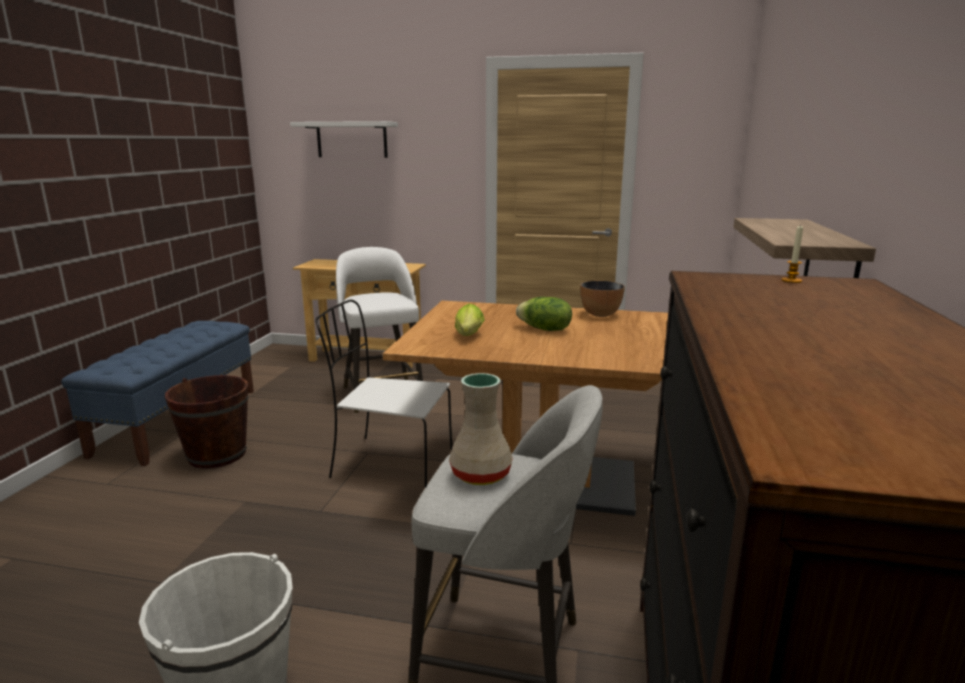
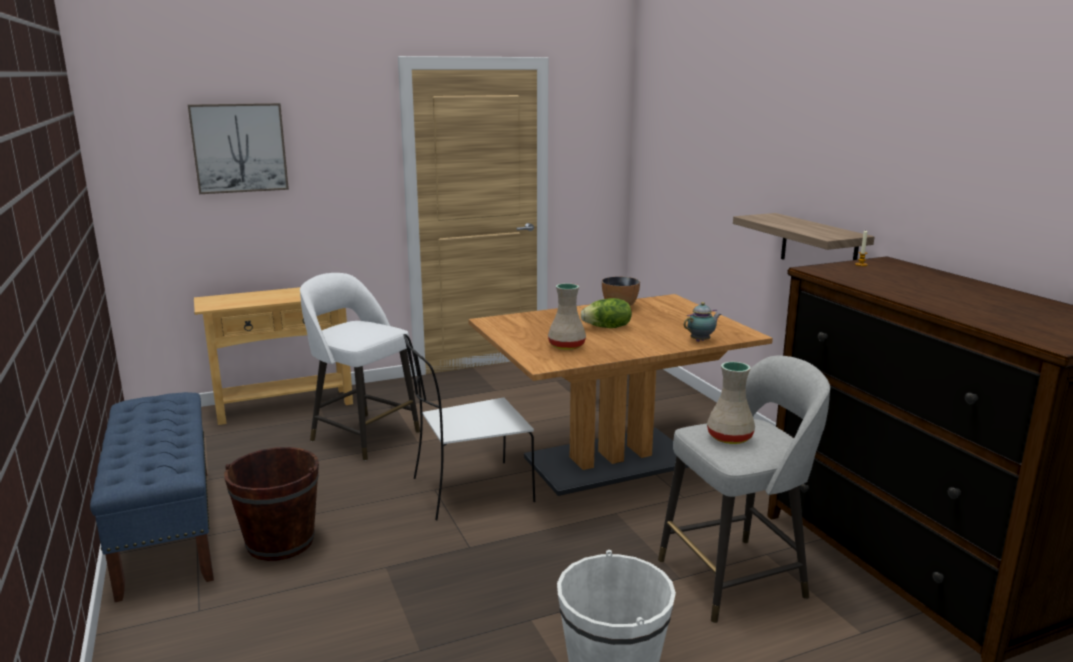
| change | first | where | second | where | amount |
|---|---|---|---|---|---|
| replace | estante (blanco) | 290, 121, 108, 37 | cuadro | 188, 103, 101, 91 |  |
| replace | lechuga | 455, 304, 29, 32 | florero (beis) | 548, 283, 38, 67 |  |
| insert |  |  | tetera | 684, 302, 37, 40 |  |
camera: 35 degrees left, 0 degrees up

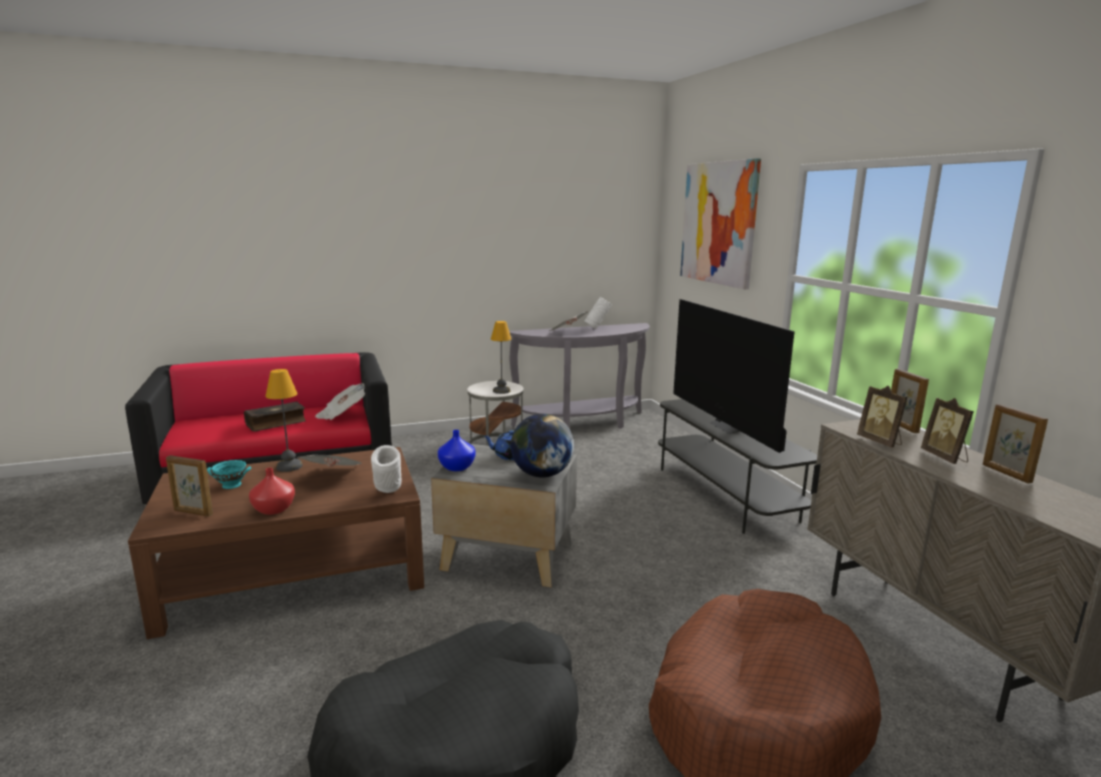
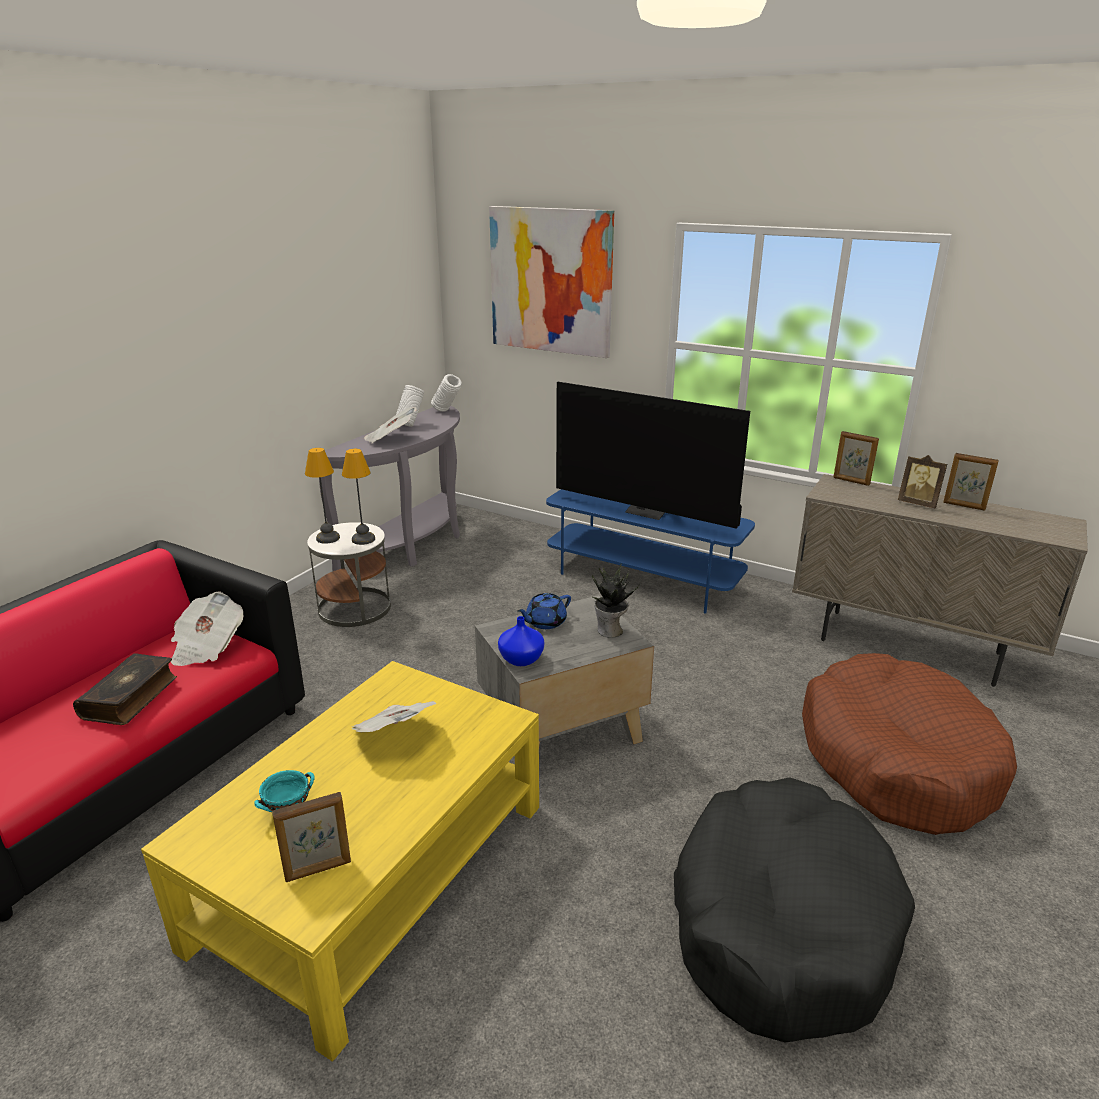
| change | first | where | second | where | amount |
|---|---|---|---|---|---|
| recolor | mesa de centro (marrón) | 128, 447, 296, 192 | mesa de centro (amarillo) | 141, 661, 398, 401 |  |
| delete | florero (rojo) | 249, 468, 46, 47 |  |  |  |
| move | lámpara de mesa | 266, 369, 37, 103 |  | 305, 448, 35, 96 |  |
| move | florero (blanco) | 371, 445, 31, 48 |  | 431, 374, 31, 38 |  |
| replace | globo terráqueo | 511, 414, 63, 63 | planta en maceta | 591, 565, 49, 73 |  |
| recolor | mueble de televisión (gris) | 658, 399, 159, 135 | mueble de televisión (azul) | 546, 489, 209, 124 |  |
| delete | portarretratos | 857, 386, 51, 62 |  |  |  |
camera: 40 degrees left, 10 degrees up

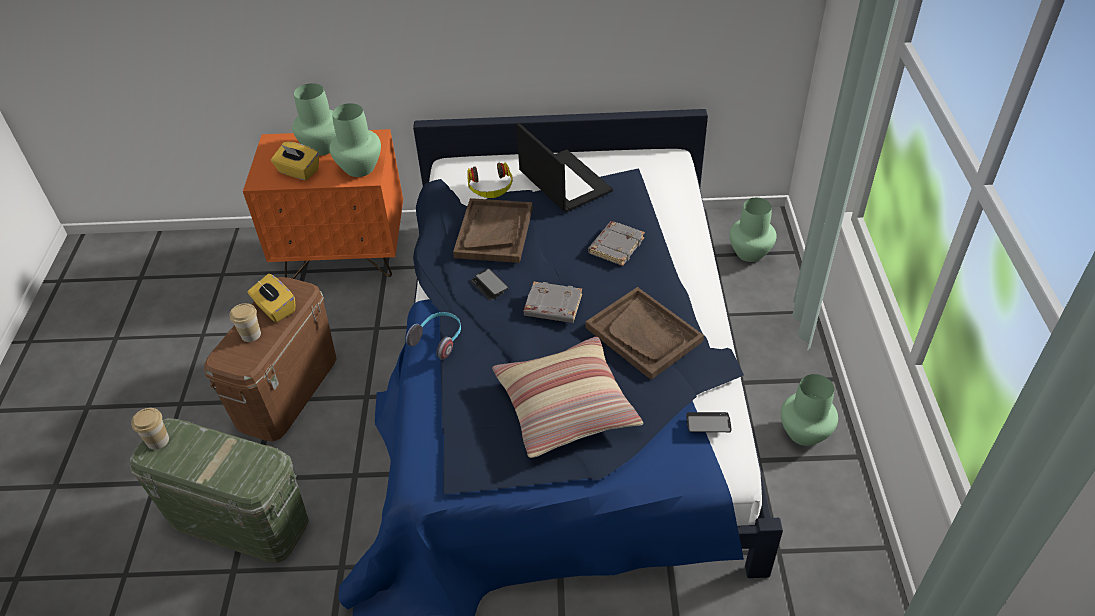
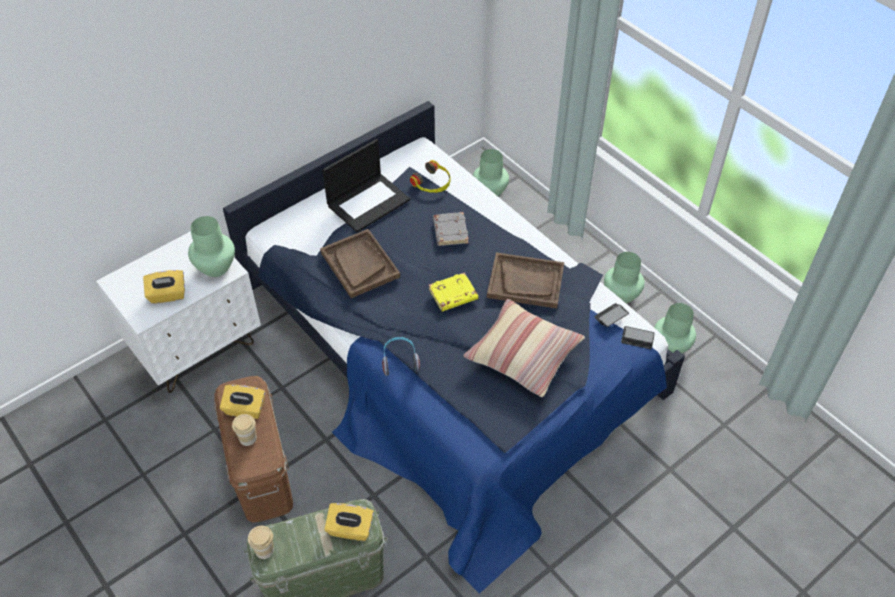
| change | first | where | second | where | amount |
|---|---|---|---|---|---|
| recolor | mesita de noche (naranja) | 243, 129, 160, 150 | mesita de noche (blanco) | 96, 231, 165, 162 |  |
| move | florero (verde) | 292, 83, 44, 72 |  | 654, 303, 42, 50 |  |
| move | auriculares | 467, 163, 46, 35 |  | 410, 160, 41, 33 |  |
| move | móvil | 470, 268, 39, 32 |  | 621, 326, 34, 23 |  |
| rotate | portátil | 516, 123, 97, 89 |  | 323, 139, 87, 93 | 120 degrees clockwise |
| recolor | libro (gris) | 524, 282, 58, 41 | libro (amarillo) | 429, 272, 49, 39 |  |
| insert |  |  | caja de pañuelos (amarillo) | 324, 503, 50, 38 |  |
camera: 40 degrees left, 5 degrees up

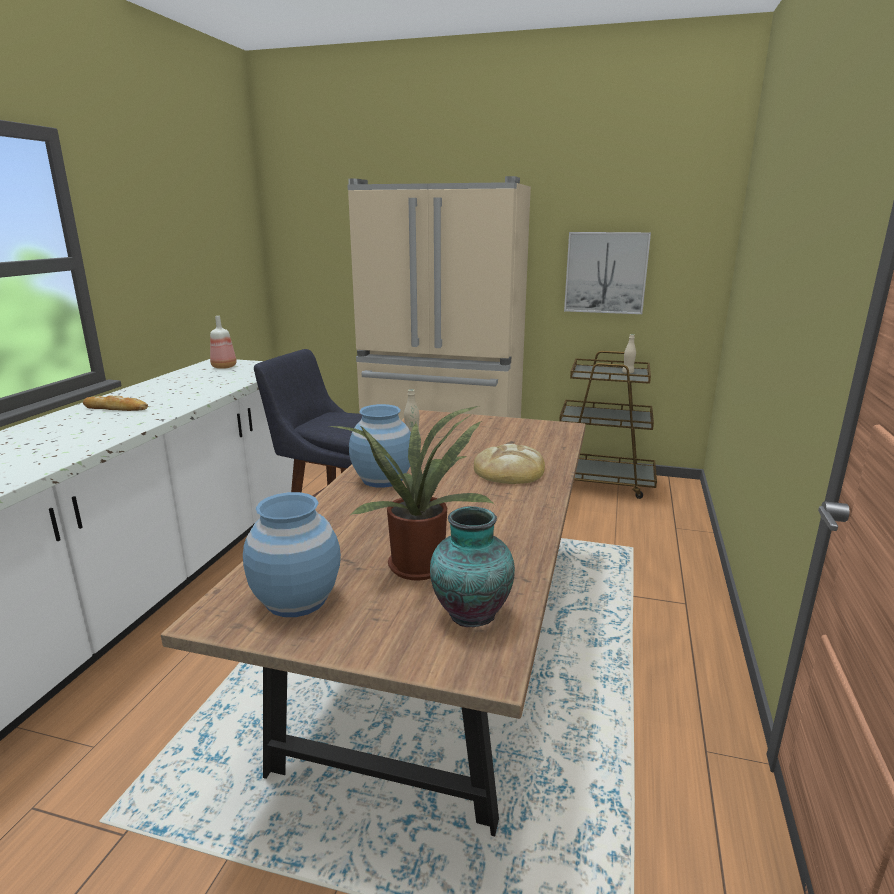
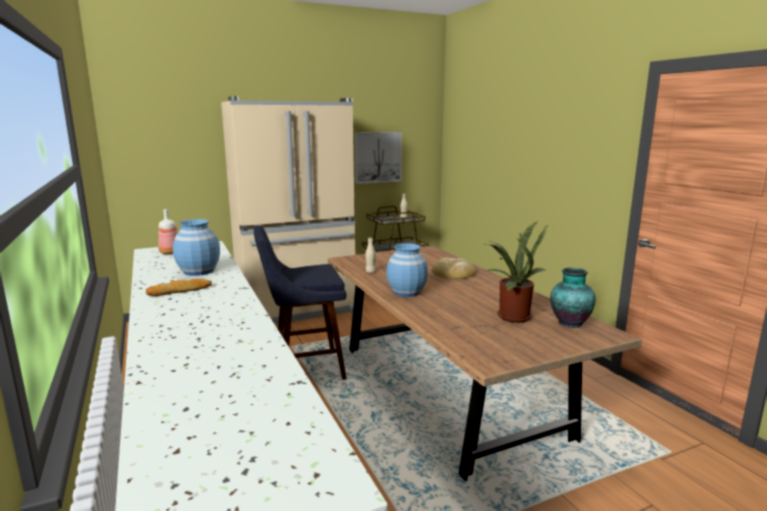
| change | first | where | second | where | amount |
|---|---|---|---|---|---|
| move | florero (azul) | 243, 492, 98, 125 |  | 173, 219, 47, 57 |  |
camera: 40 degrees left, 5 degrees down

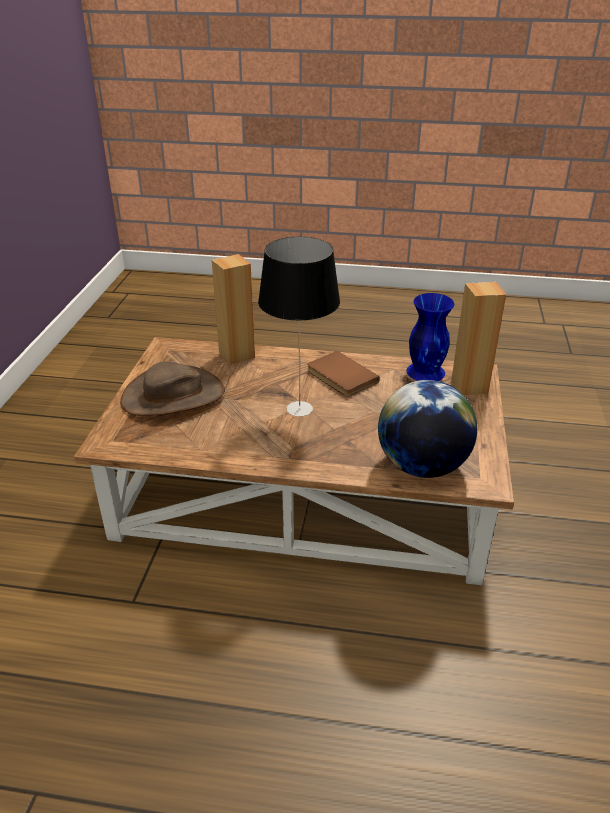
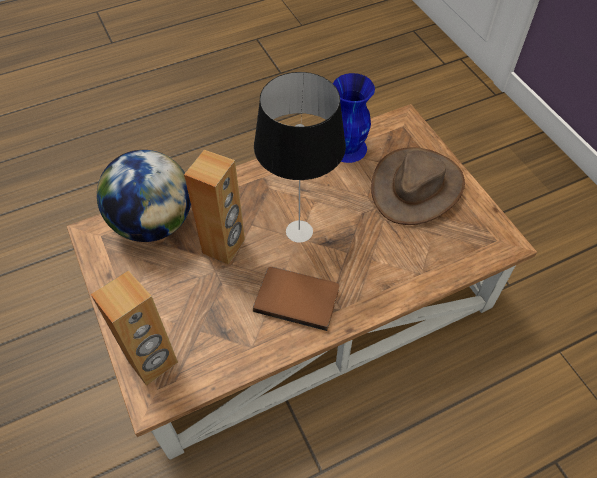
| change | first | where | second | where | amount |
|---|---|---|---|---|---|
| move | altavoz (marrón) | 212, 254, 43, 111 |  | 184, 150, 61, 115 |  |
| move | florero (azul) | 406, 293, 48, 88 |  | 333, 73, 42, 90 |  |
camera: 145 degrees right, 20 degrees up

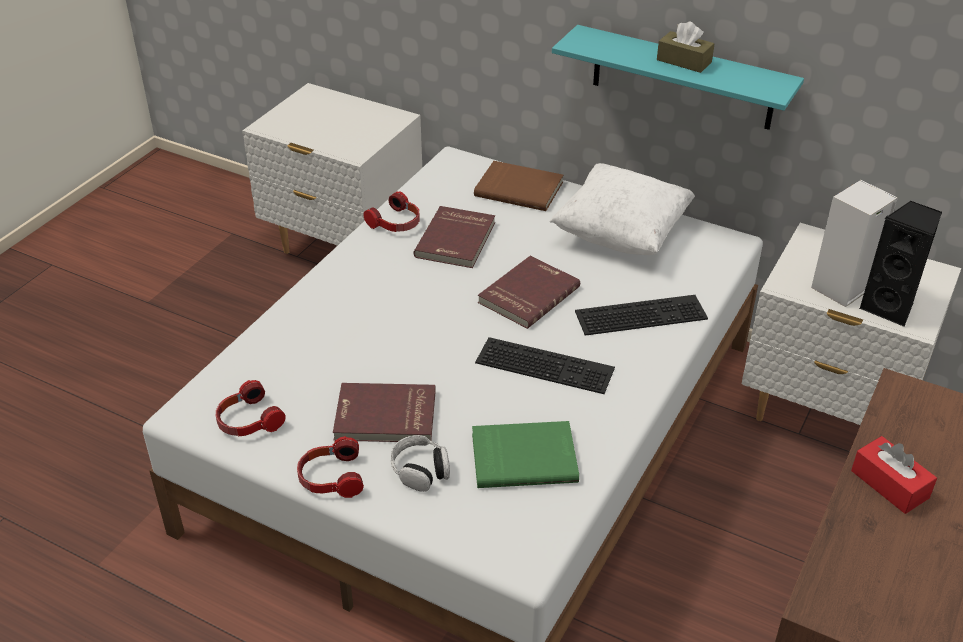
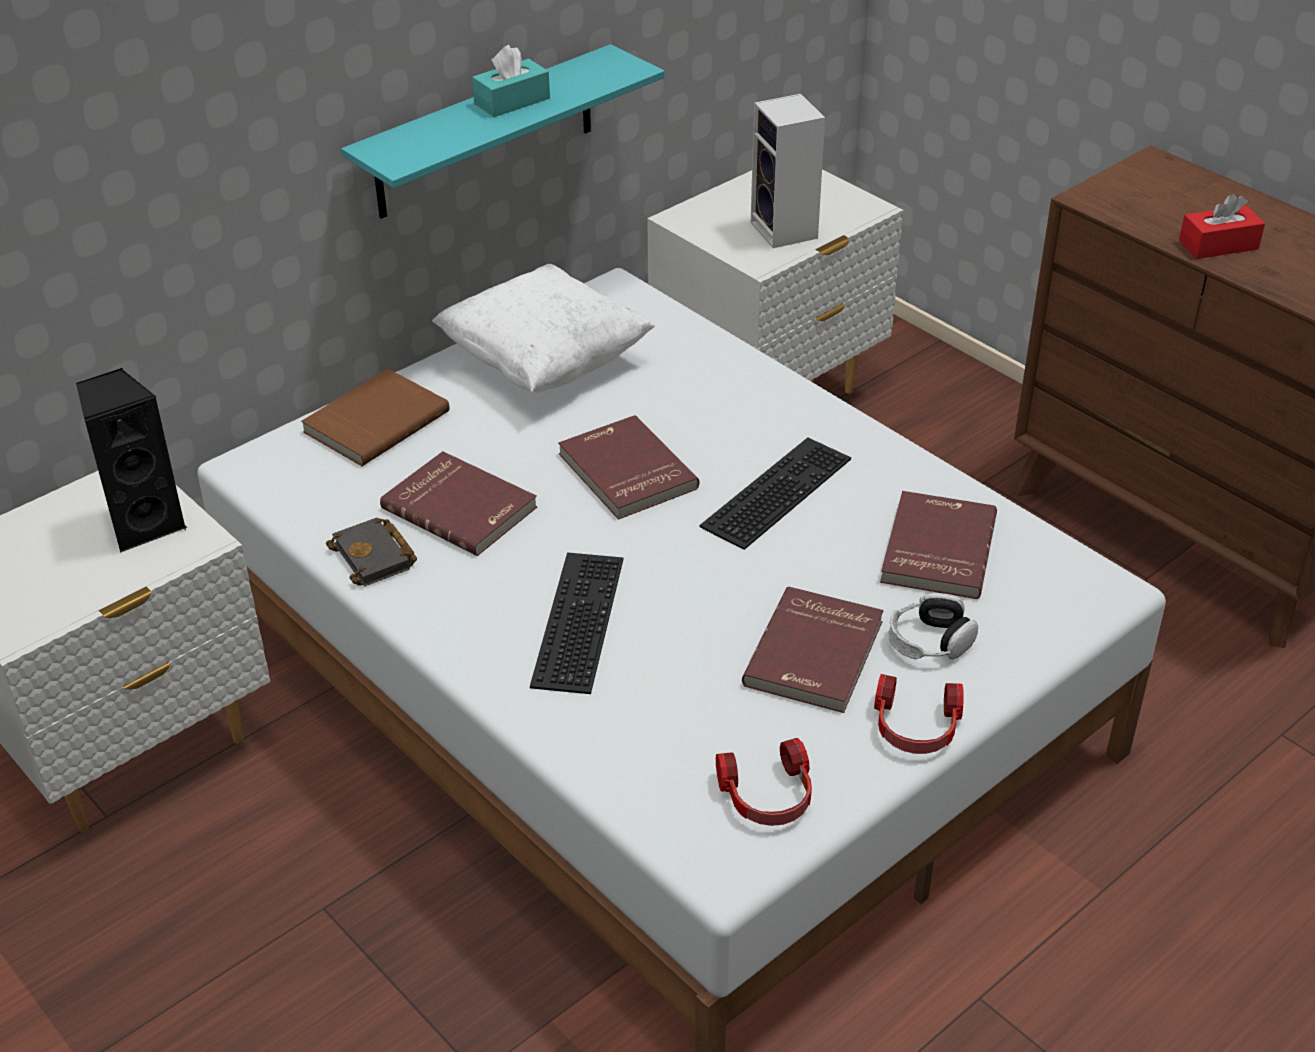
| change | first | where | second | where | amount |
|---|---|---|---|---|---|
| replace | auriculares | 363, 191, 57, 41 | libro (negro) | 326, 518, 91, 69 |  |
| recolor | libro (verde) | 472, 421, 107, 67 | libro (rojo) | 880, 491, 117, 108 |  |
| move | teclado | 575, 295, 133, 41 |  | 530, 552, 93, 142 |  |
| recolor | caja de pañuelos (marrón) | 657, 21, 57, 52 | caja de pañuelos (turquesa) | 472, 45, 78, 72 |  |
| move | altavoz (negro) | 859, 201, 83, 126 |  | 76, 368, 111, 185 |  |
camera: 70 degrees left, 0 degrees up

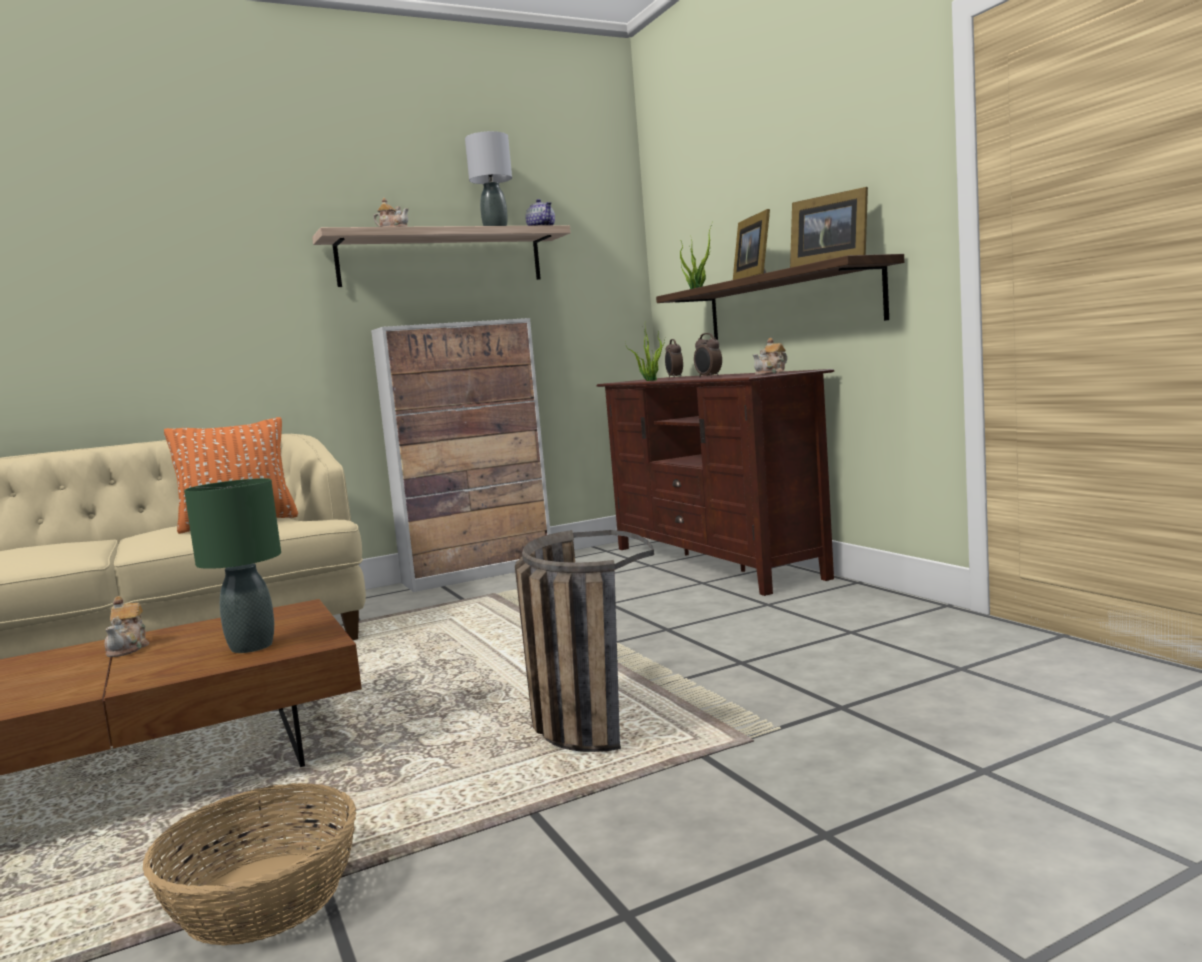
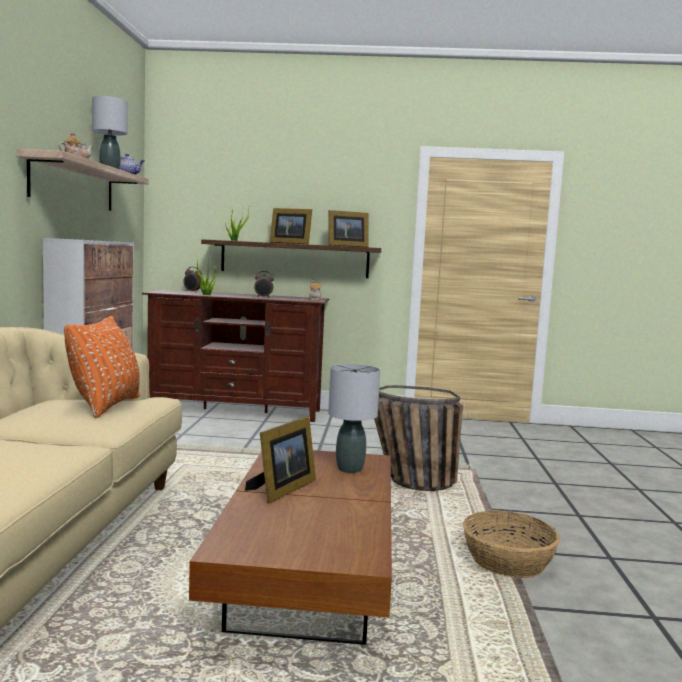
| change | first | where | second | where | amount |
|---|---|---|---|---|---|
| replace | tetera | 104, 596, 46, 61 | portarretratos | 245, 416, 71, 87 |  |
| recolor | lámpara de mesa (verde) | 184, 478, 97, 175 | lámpara de mesa (gris) | 328, 364, 52, 109 |  |
camera: 60 degrees left, 0 degrees up

